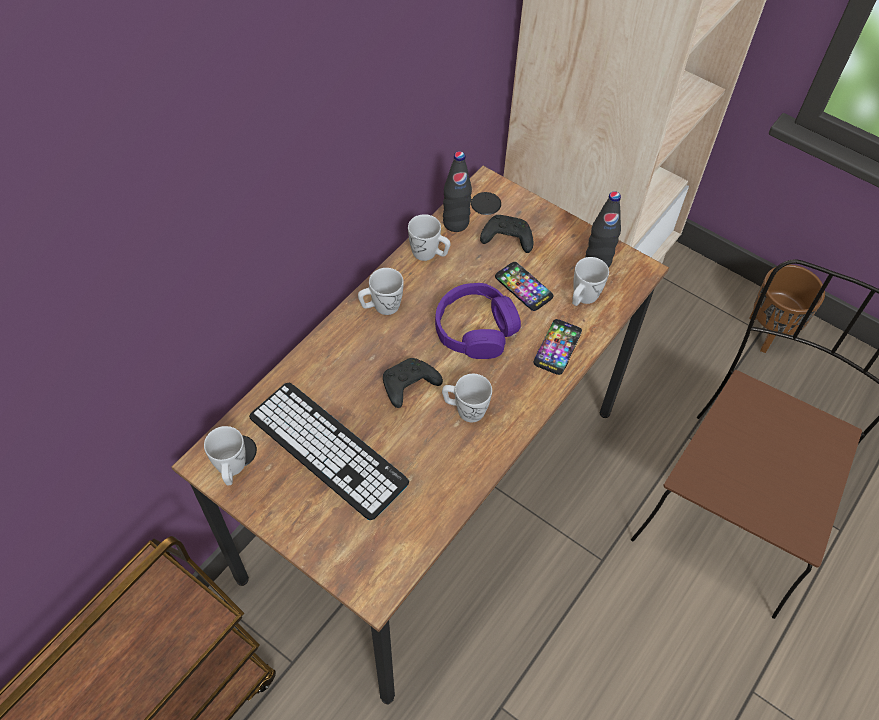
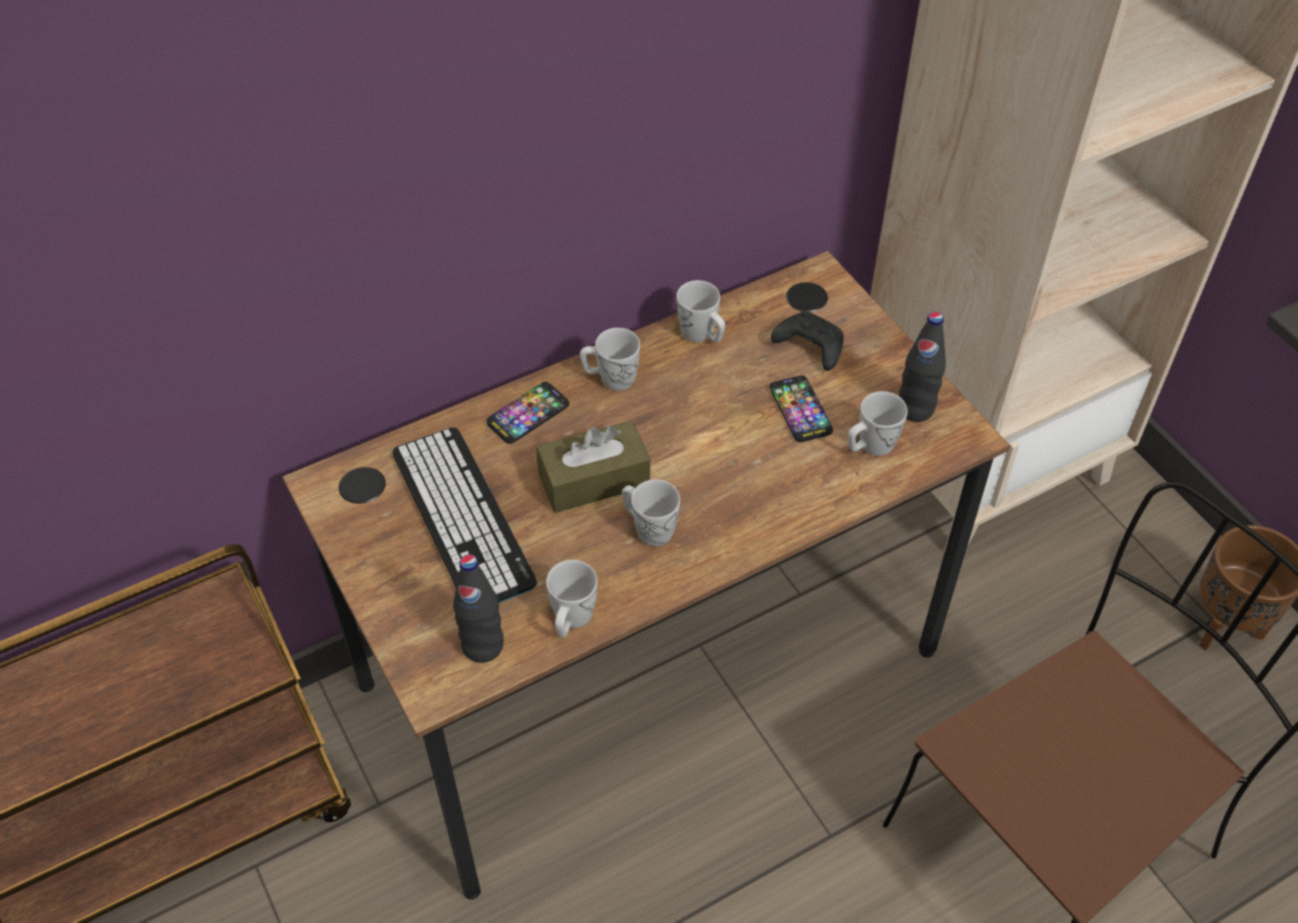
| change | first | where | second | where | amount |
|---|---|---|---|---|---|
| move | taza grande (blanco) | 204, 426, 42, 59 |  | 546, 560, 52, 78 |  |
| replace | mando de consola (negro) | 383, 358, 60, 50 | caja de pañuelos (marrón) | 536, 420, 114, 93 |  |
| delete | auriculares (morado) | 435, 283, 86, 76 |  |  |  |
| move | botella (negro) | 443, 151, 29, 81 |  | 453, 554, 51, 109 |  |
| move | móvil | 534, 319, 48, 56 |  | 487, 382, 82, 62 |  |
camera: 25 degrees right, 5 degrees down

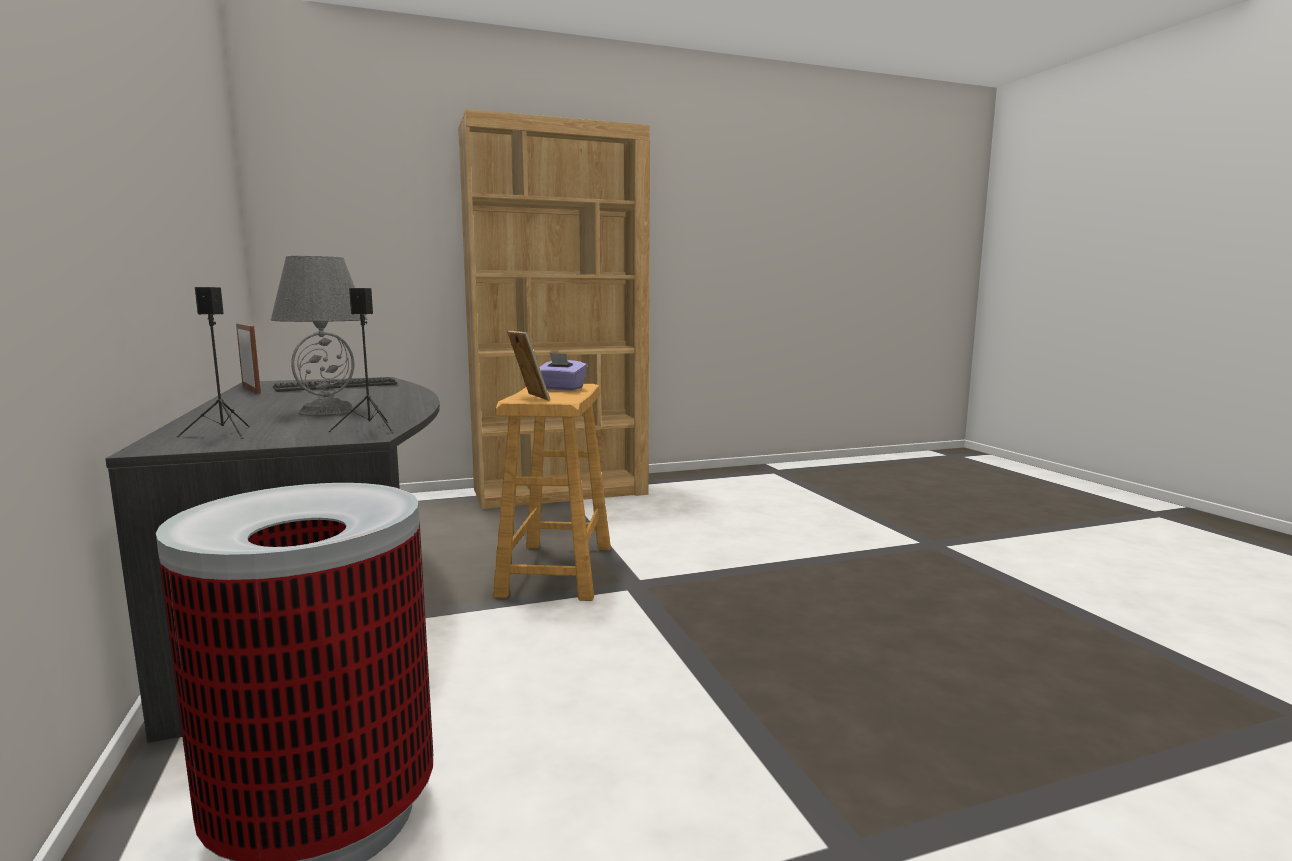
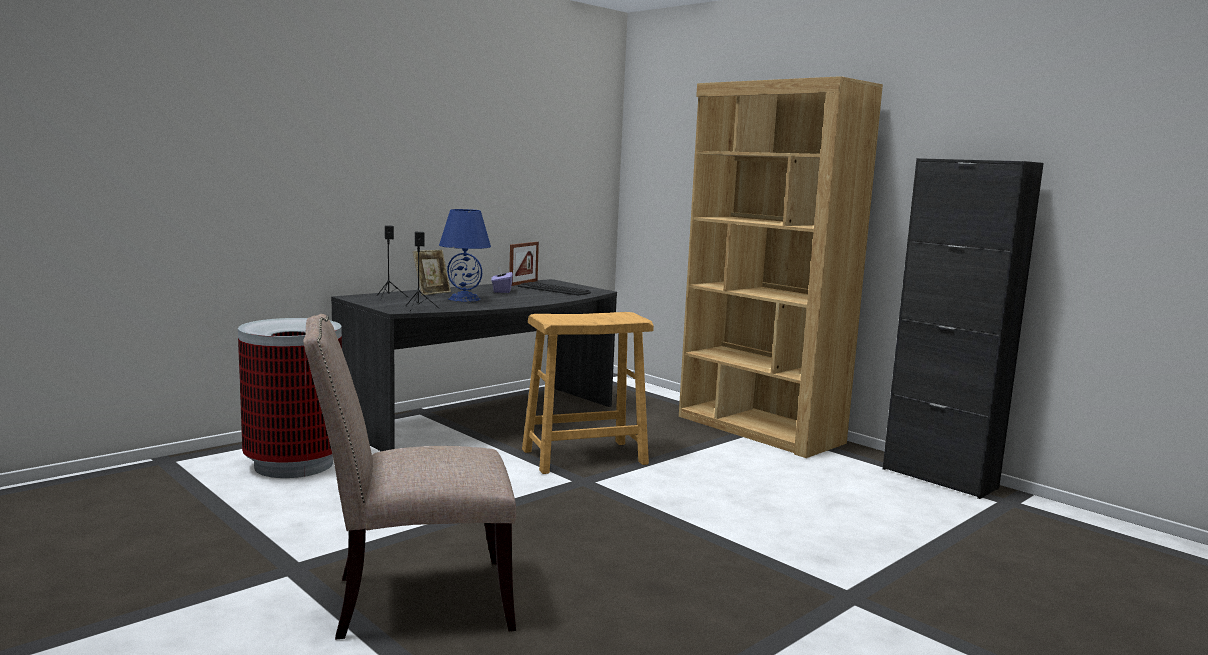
| change | first | where | second | where | amount |
|---|---|---|---|---|---|
| recolor | lámpara de mesa (gris) | 271, 256, 96, 160 | lámpara de mesa (azul) | 439, 209, 52, 93 |  |
| move | portarretratos | 507, 331, 43, 70 |  | 413, 250, 38, 45 |  |
| move | caja de pañuelos (morado) | 539, 353, 48, 38 |  | 491, 267, 22, 26 |  |
| insert |  |  | silla (beis) | 303, 314, 213, 325 |  |
| insert |  |  | armario (negro) | 883, 158, 161, 341 |  |
camera: 65 degrees right, 0 degrees up

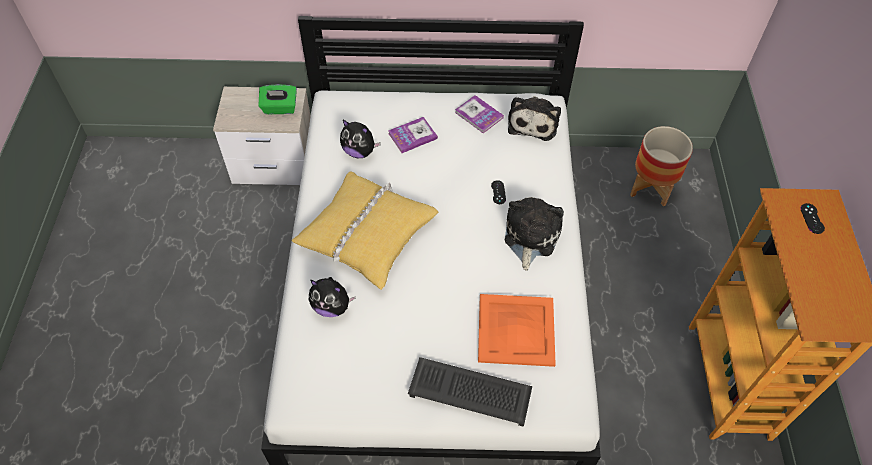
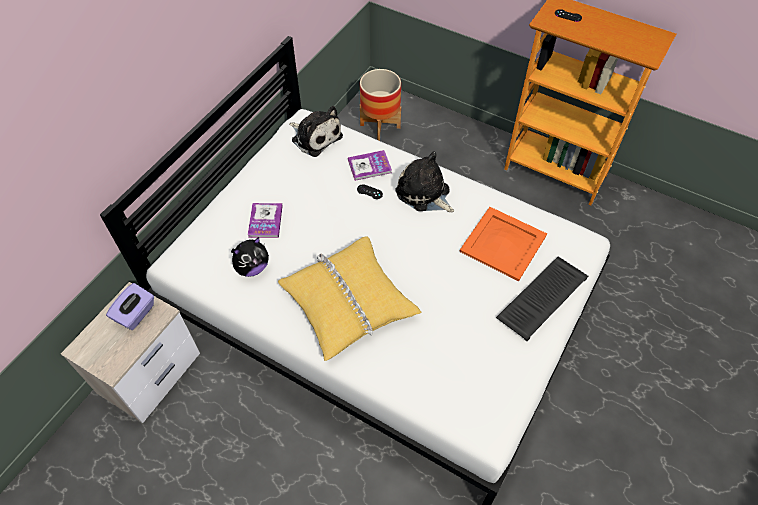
| change | first | where | second | where | amount |
|---|---|---|---|---|---|
| recolor | caja de pañuelos (verde) | 258, 84, 39, 30 | caja de pañuelos (morado) | 106, 283, 48, 47 |  |
| delete | peluche | 309, 277, 47, 40 |  |  |  |
| move | libro | 455, 95, 49, 38 |  | 348, 150, 44, 31 |  |
camera: 60 degrees left, 0 degrees up

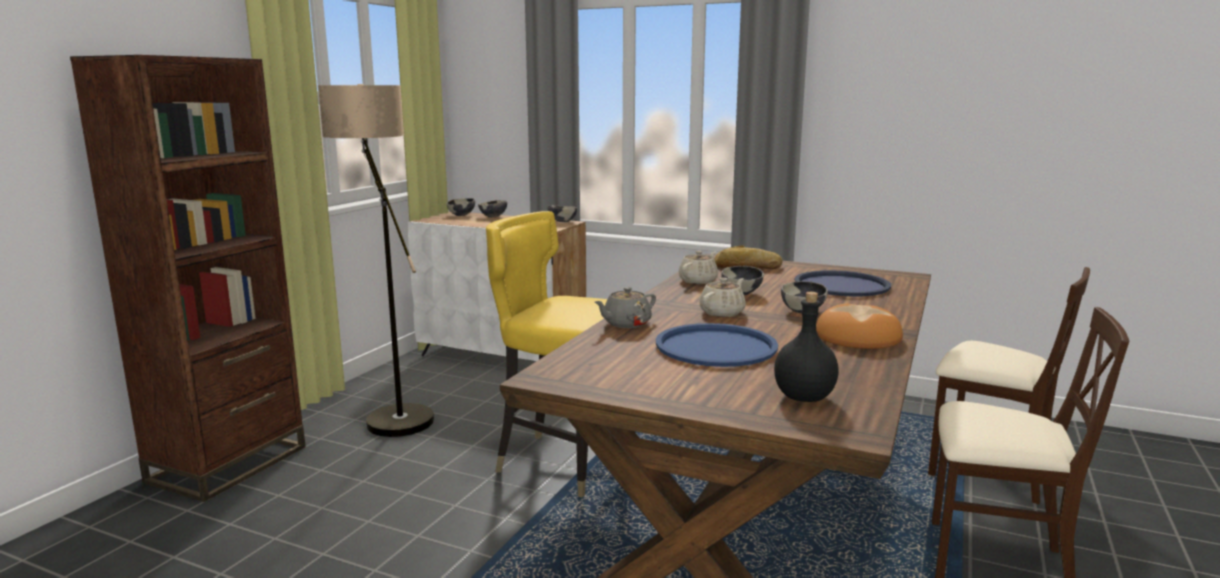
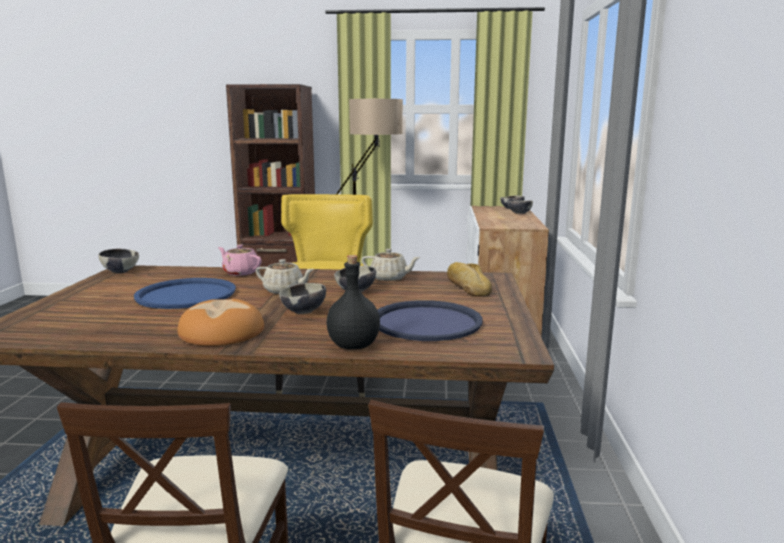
| change | first | where | second | where | amount |
|---|---|---|---|---|---|
| move | cuenco | 548, 206, 29, 16 |  | 98, 249, 41, 24 |  |
| recolor | tetera (gris) | 595, 287, 61, 41 | tetera (rosa) | 218, 245, 44, 31 |  |
| move | botella (negro) | 774, 292, 65, 110 |  | 326, 255, 54, 95 |  |
camera: 70 degrees right, 0 degrees up

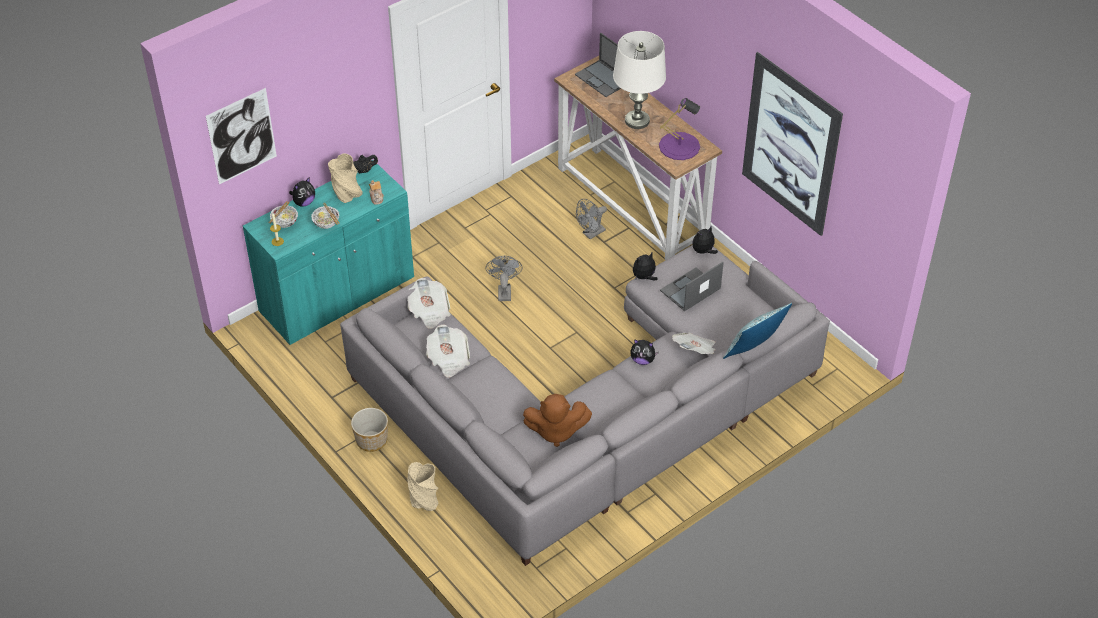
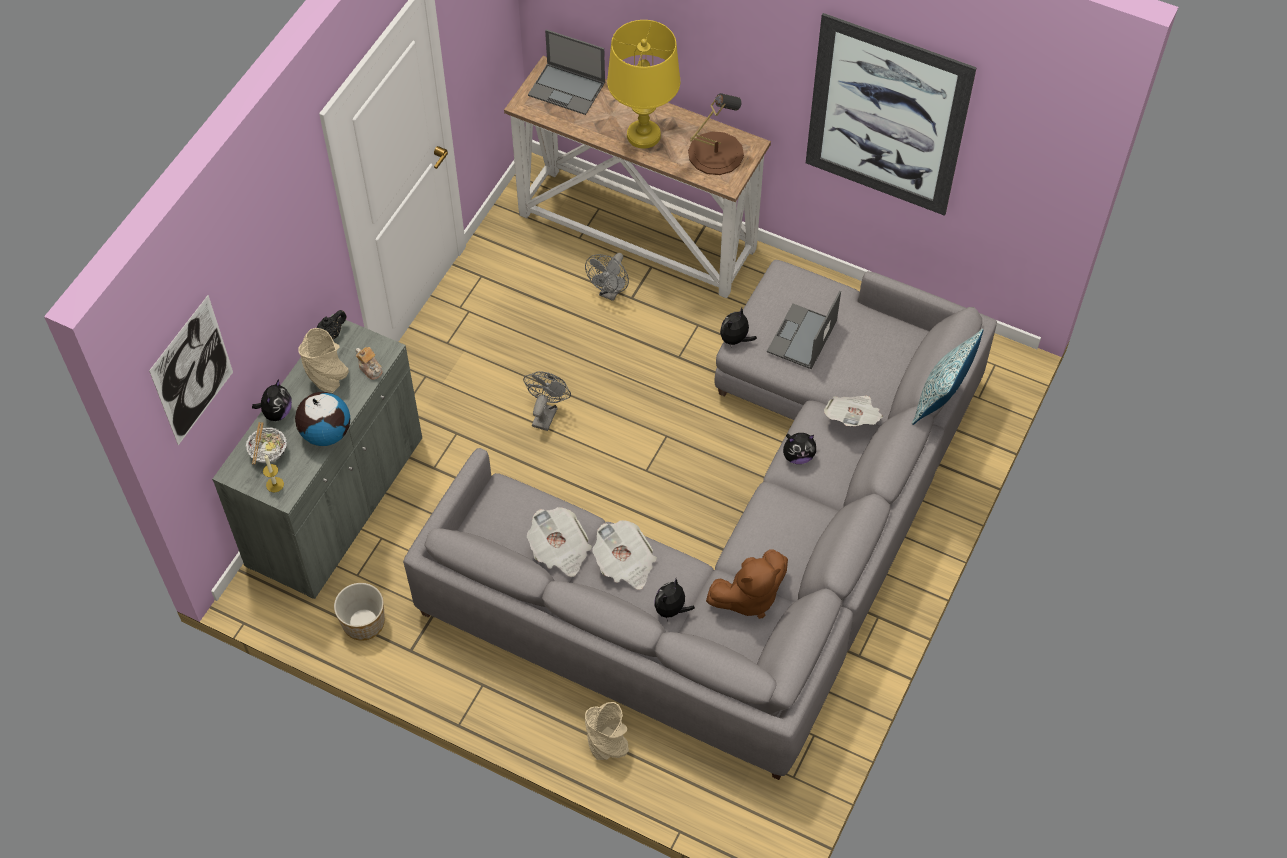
| change | first | where | second | where | amount |
|---|---|---|---|---|---|
| recolor | armario (turquesa) | 243, 160, 171, 185 | armario (gris) | 212, 314, 210, 285 |  |
| replace | cuenco | 311, 203, 29, 26 | globo terráqueo | 295, 392, 55, 54 |  |
| move | maceta | 351, 408, 37, 44 |  | 334, 583, 51, 58 |  |
| move | periódico | 407, 278, 44, 51 |  | 592, 520, 65, 70 |  |
| rotate | ventilador (gris) | 486, 256, 37, 45 |  | 523, 371, 48, 60 | 45 degrees clockwise |
| recolor | lámpara de mesa (blanco) | 613, 31, 53, 98 | lámpara de mesa (amarillo) | 607, 20, 73, 129 |  |
| recolor | lámpara de mesa (morado) | 659, 98, 41, 62 | lámpara de mesa (marrón) | 688, 93, 56, 82 |  |
| move | peluche | 692, 227, 26, 27 |  | 654, 579, 41, 42 |  |
camera: 25 degrees left, 10 degrees up

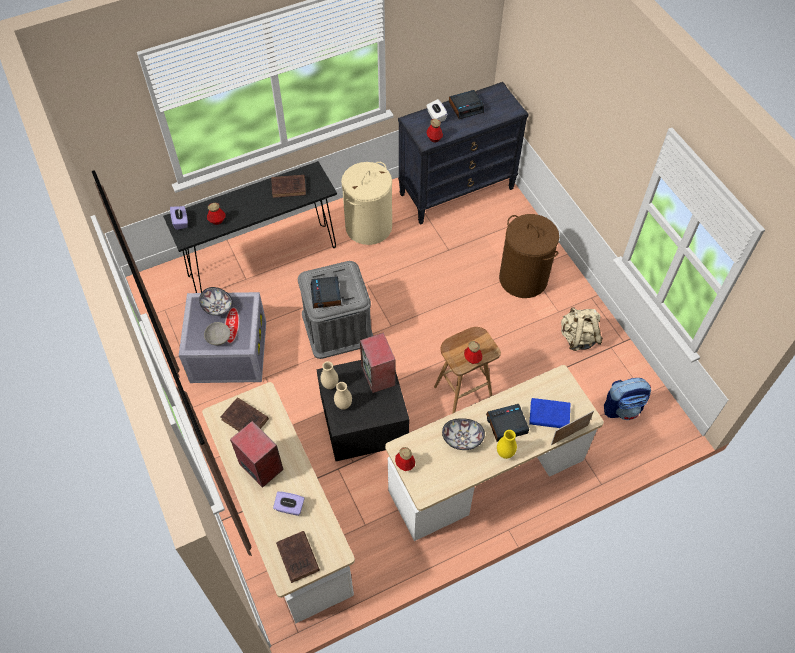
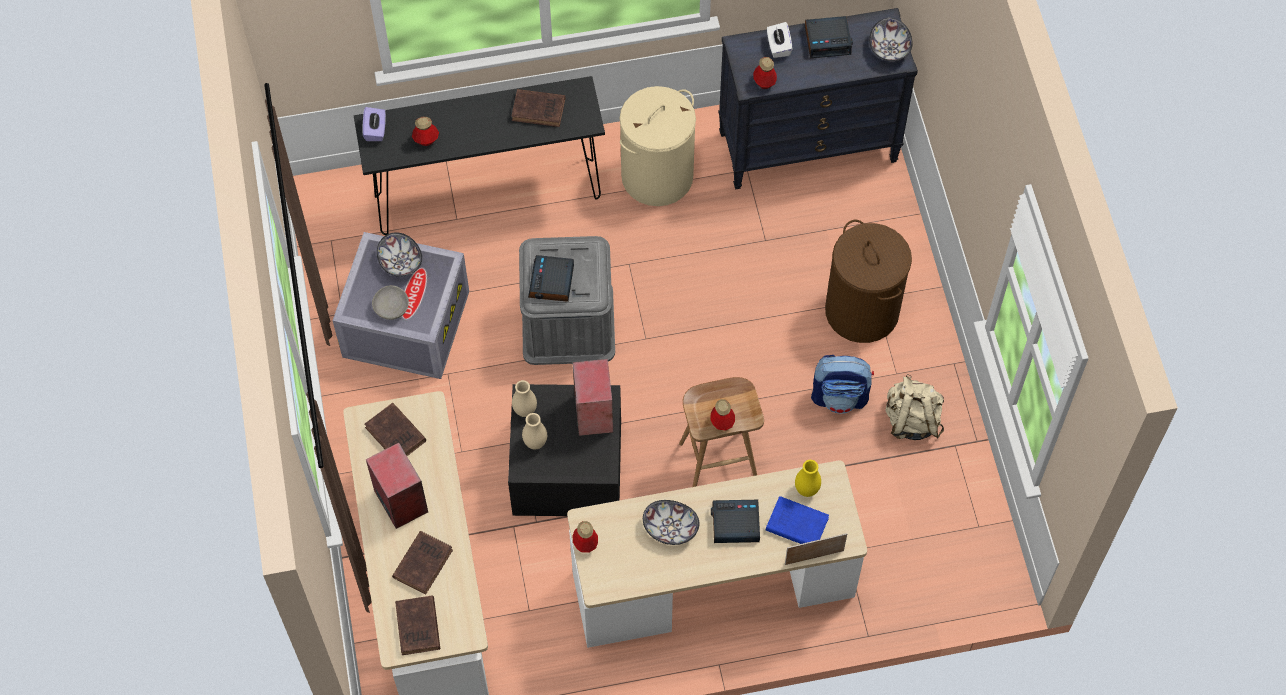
| change | first | where | second | where | amount |
|---|---|---|---|---|---|
| replace | caja de pañuelos (morado) | 273, 491, 32, 25 | libro (marrón) | 392, 531, 61, 63 |  |
| move | florero (amarillo) | 497, 430, 20, 29 |  | 795, 460, 26, 37 |  |
| move | mochila | 604, 378, 47, 42 |  | 811, 355, 63, 59 |  |
| insert |  |  | cuenco | 869, 18, 43, 43 |  |
camera: 15 degrees right, 5 degrees up

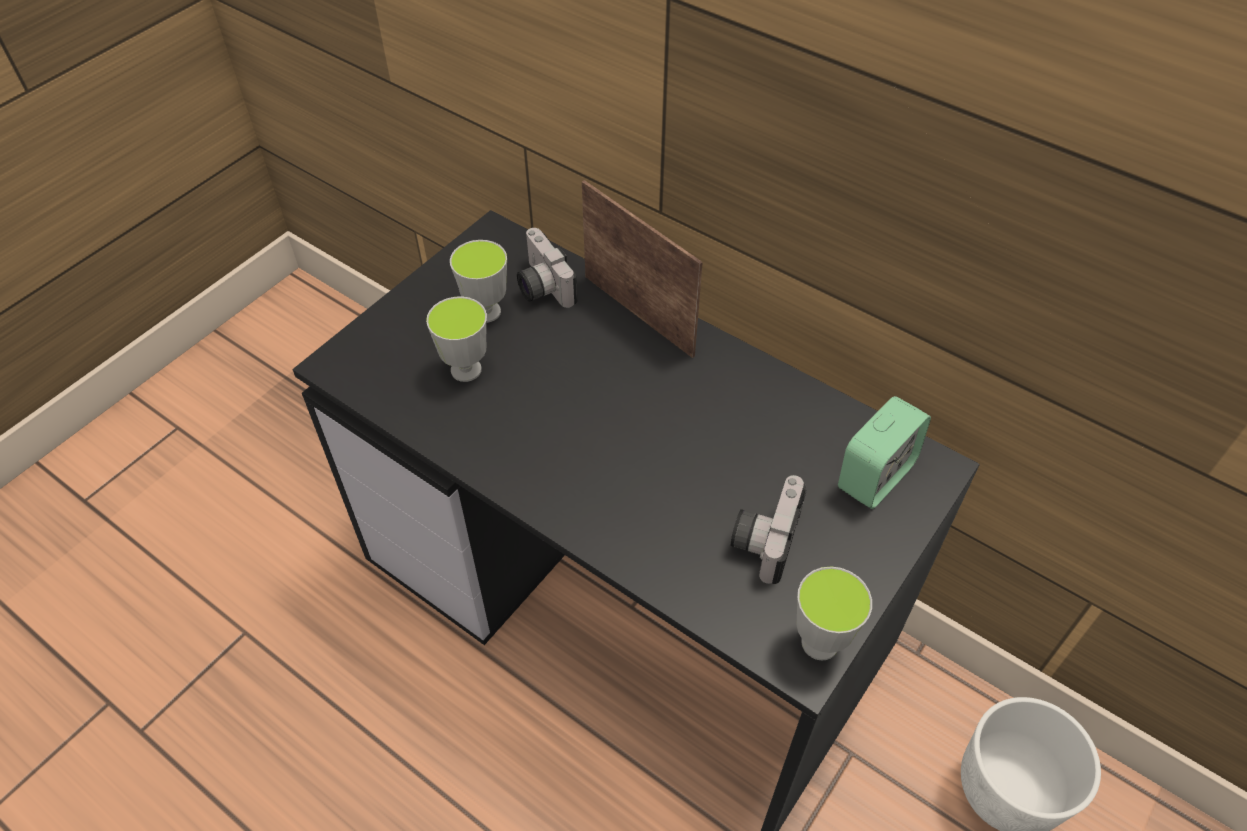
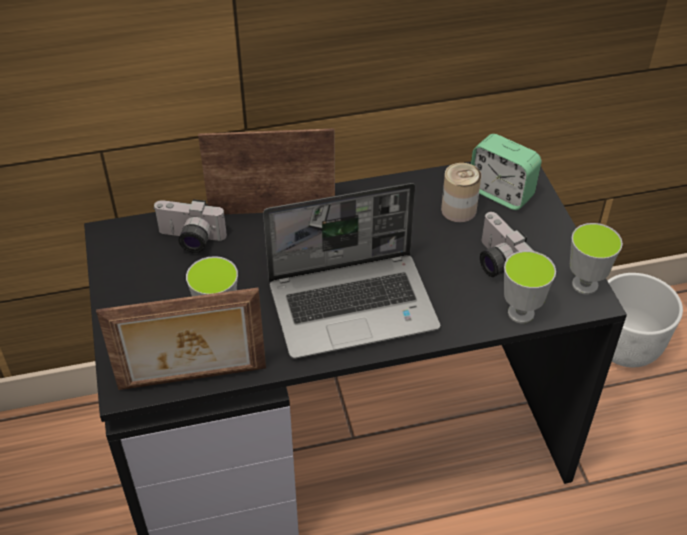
| change | first | where | second | where | amount |
|---|---|---|---|---|---|
| move | taza | 450, 240, 57, 83 |  | 504, 251, 52, 72 |  |
| rotate | despertador | 838, 396, 93, 113 |  | 471, 134, 71, 76 | 135 degrees clockwise |
| insert |  |  | portarretratos | 96, 288, 170, 102 |  |
| insert |  |  | portátil | 263, 183, 177, 176 |  |
| insert |  |  | lata | 441, 163, 40, 59 |  |
camera: 50 degrees left, 5 degrees down

